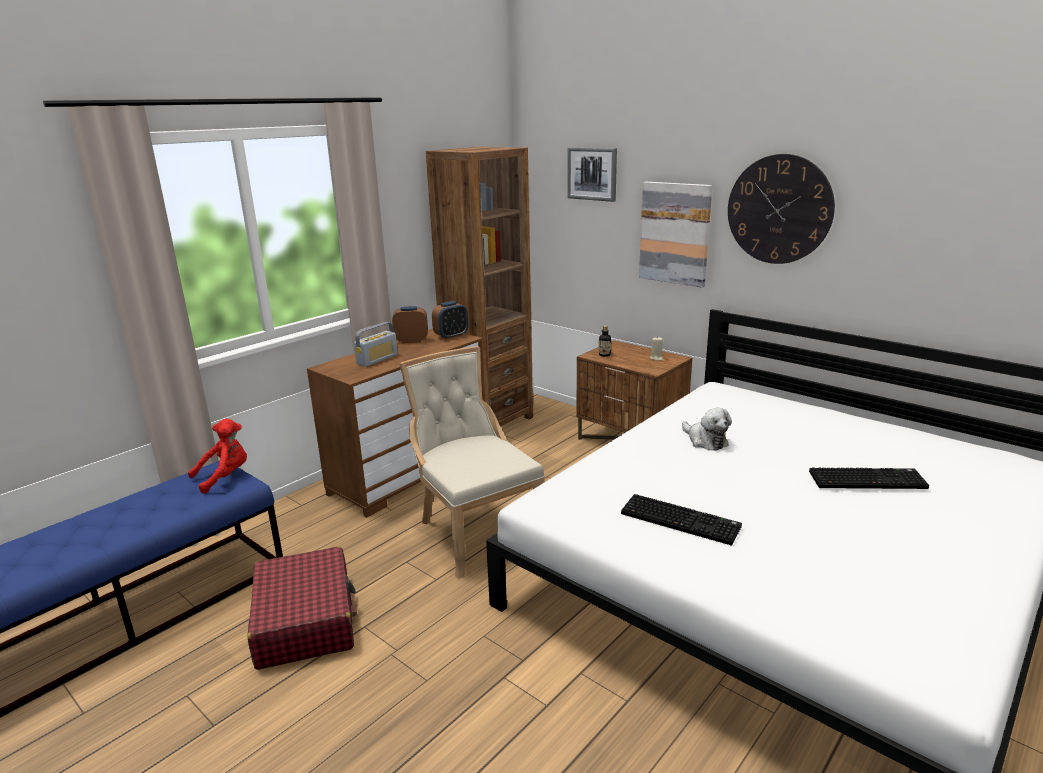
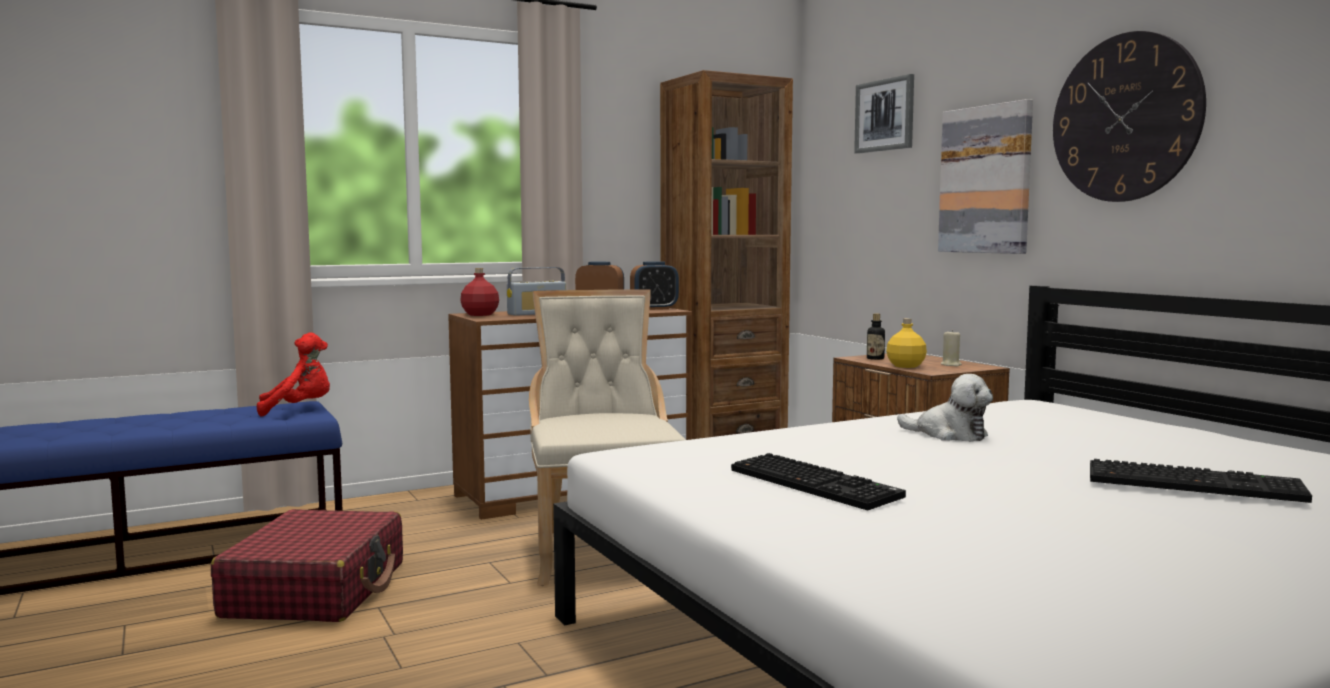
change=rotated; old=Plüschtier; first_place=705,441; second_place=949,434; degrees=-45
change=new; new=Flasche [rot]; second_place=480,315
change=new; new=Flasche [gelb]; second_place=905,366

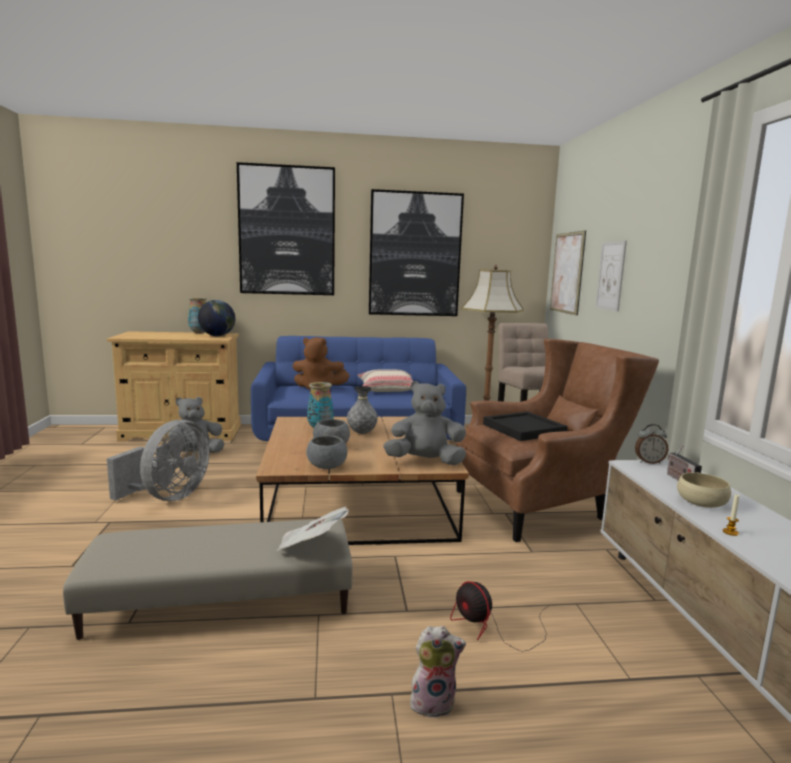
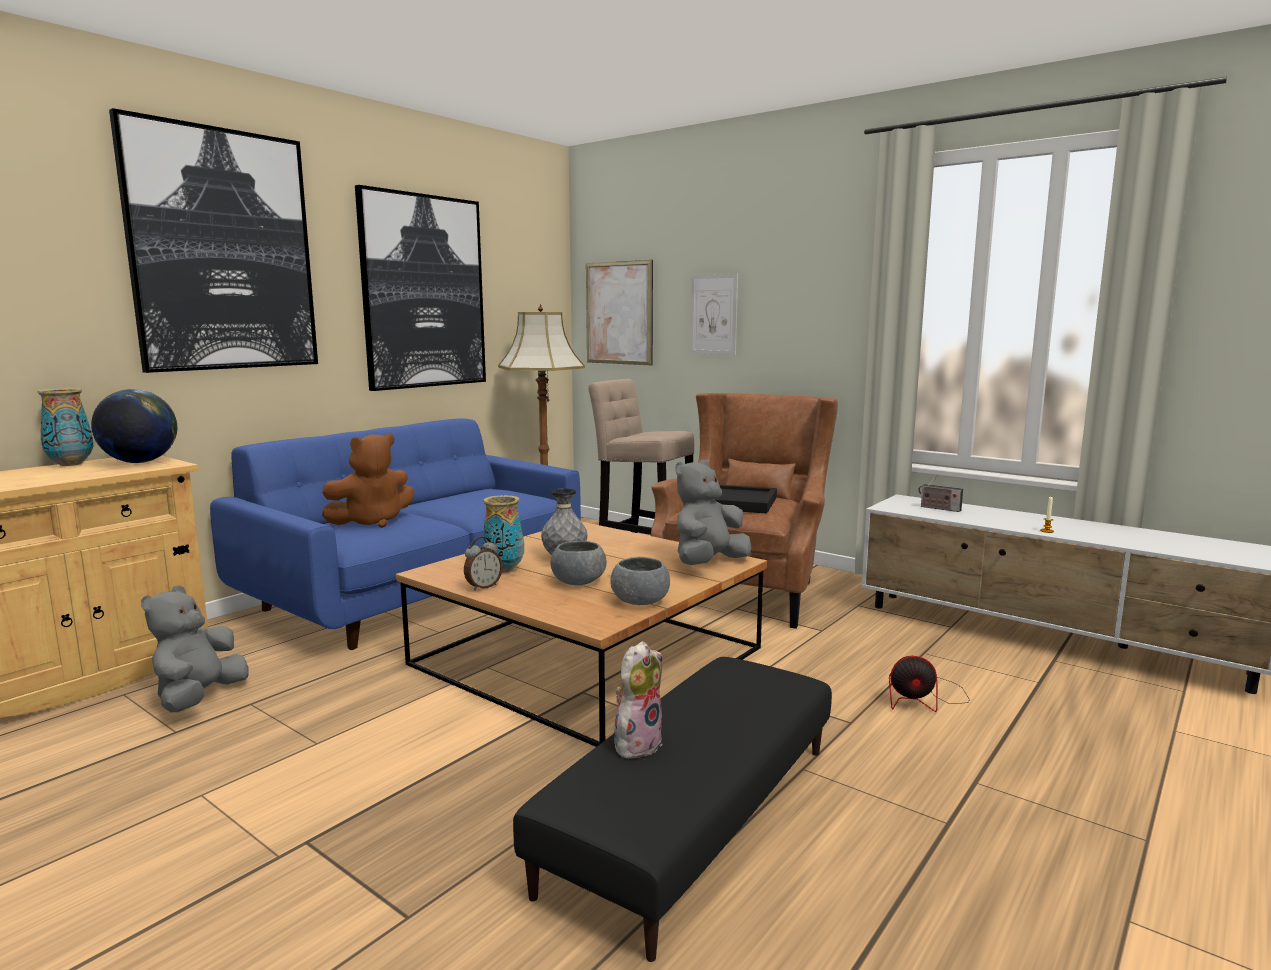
change=repainted; old=Polsterhocker [beige]; new=Polsterhocker [schwarz]; first_place=222,600; second_place=695,816
change=gone; old=Ventilator [grau]; first_place=168,497
change=gone; old=Zeitung; first_place=311,546
change=gone; old=Kissen [beige]; first_place=387,389
change=shifted; old=Plüschtier; first_place=433,702; second_place=637,743
change=shifted; old=Wecker; first_place=649,462; second_place=483,587
change=gone; old=Schüssel [beige]; first_place=701,502

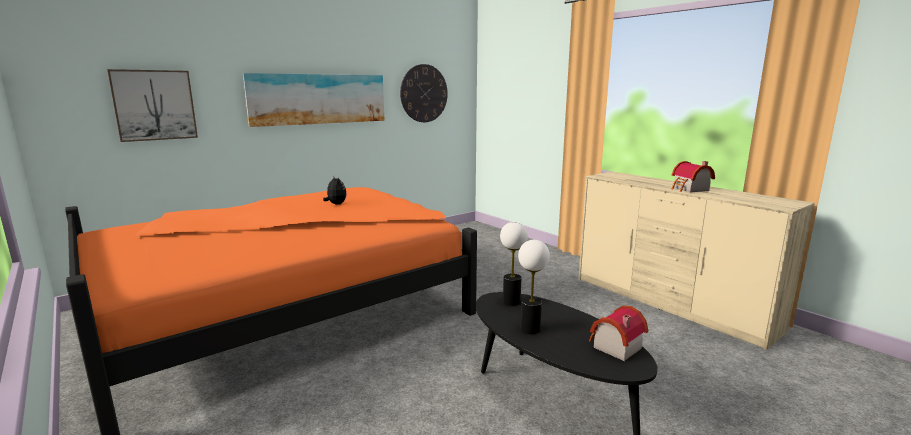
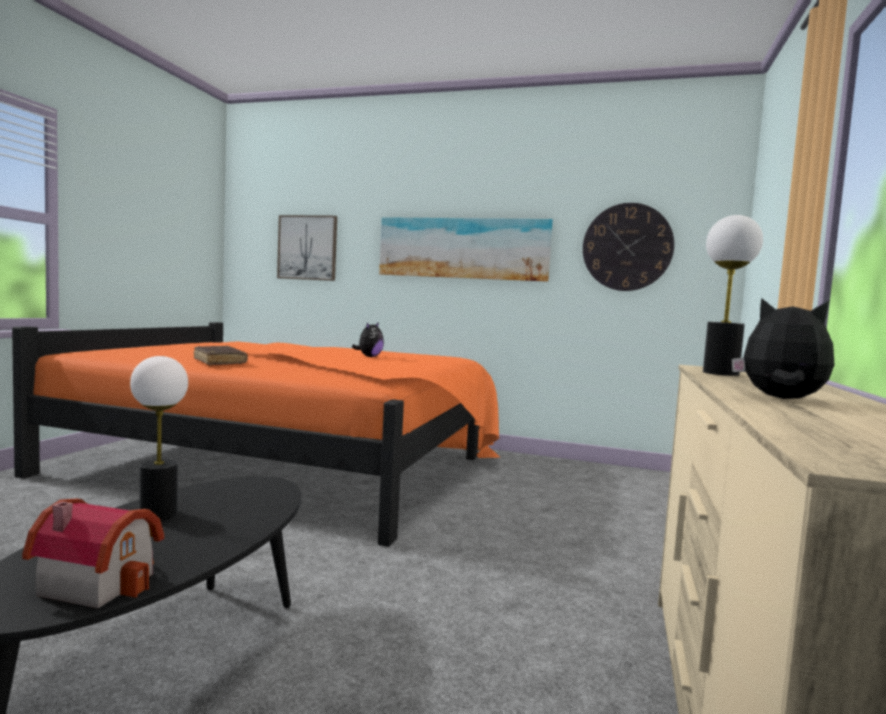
change=shifted; old=Tischlampe; first_place=511,301; second_place=720,373
change=swapped; old=Spielzeughaus; new=Plüschtier; first_place=690,189; second_place=781,399
change=new; new=Buch [braun]; second_place=220,362

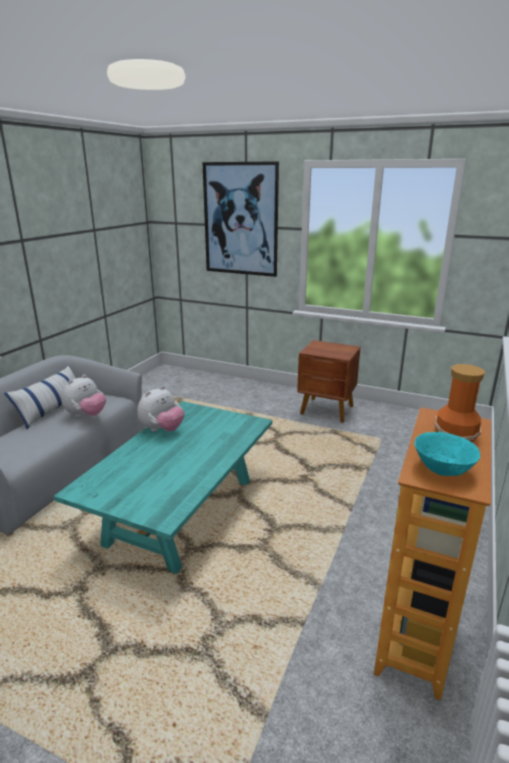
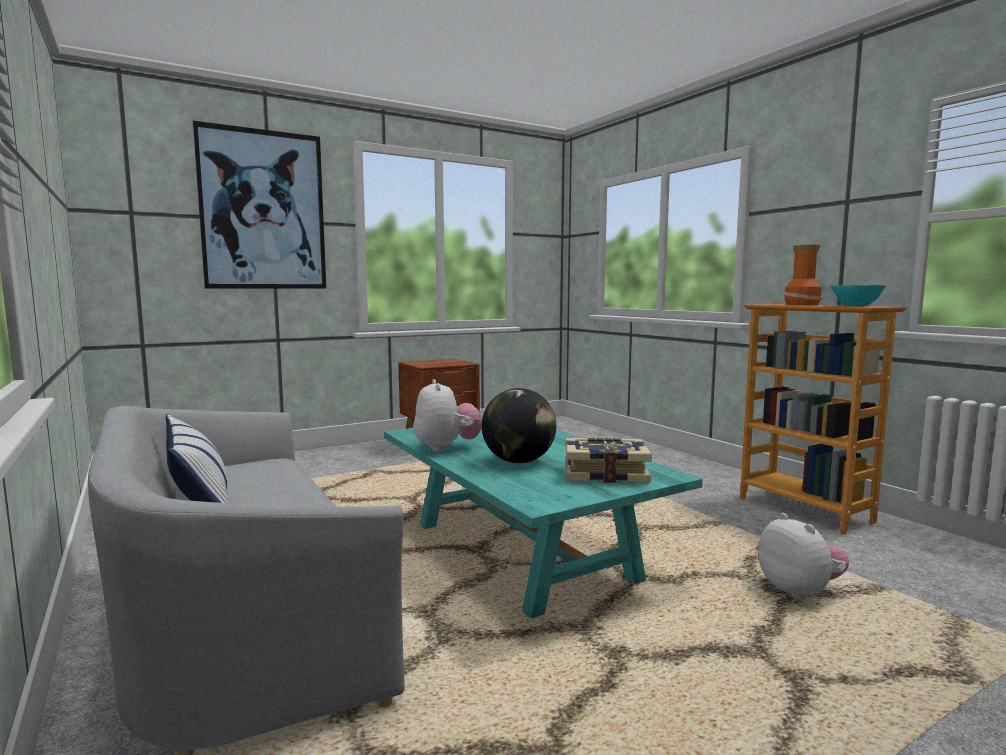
change=shifted; old=Plüschtier; first_place=86,415; second_place=799,591
change=new; new=Globus; second_place=518,461
change=new; new=Buch; second_place=605,474

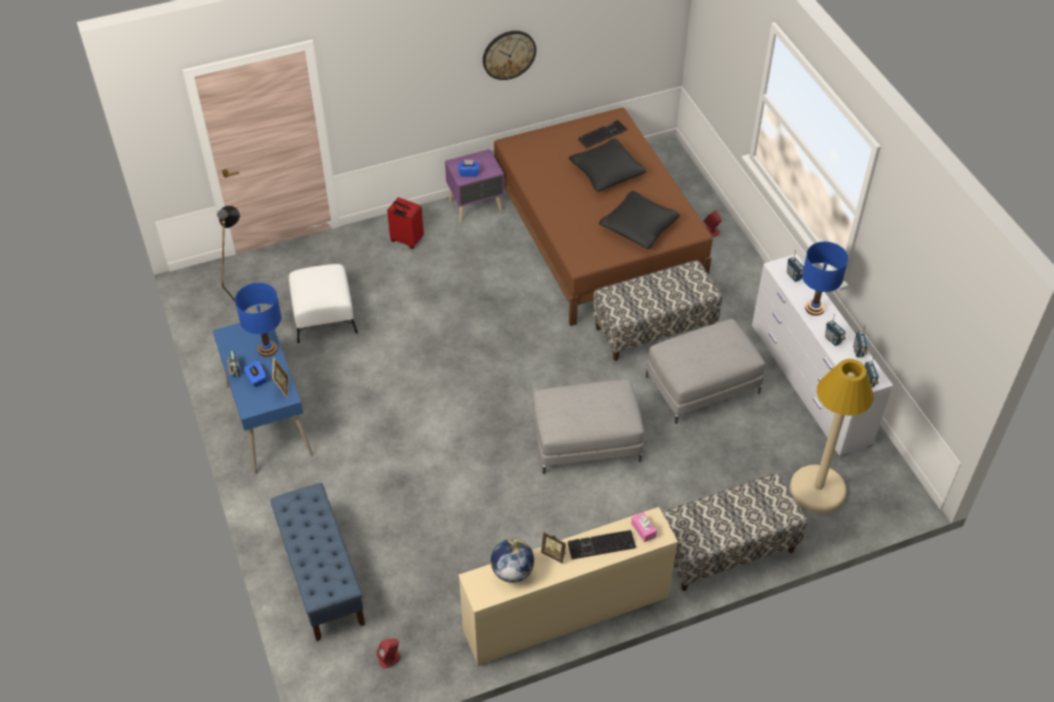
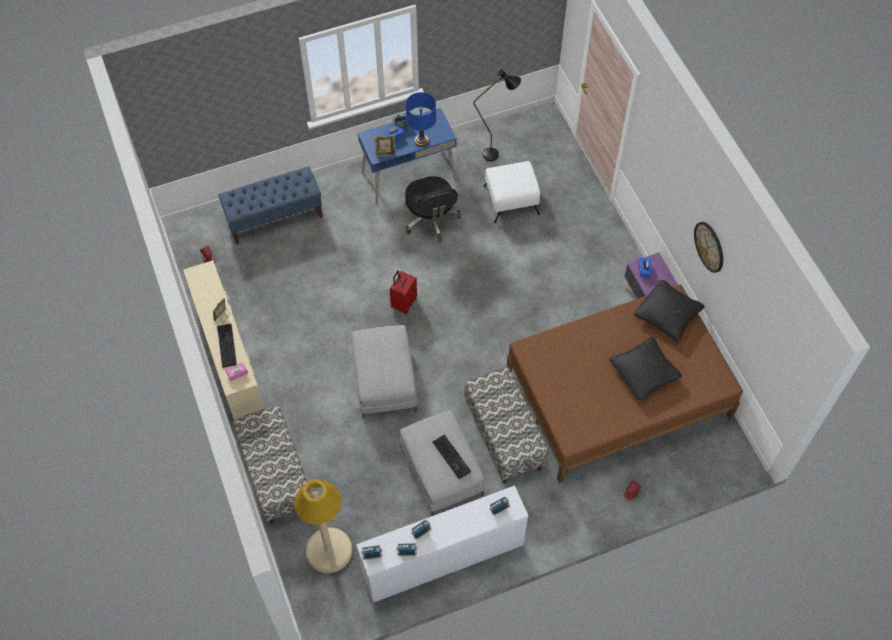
change=shifted; old=Koffer [rot]; first_place=406,241; second_place=403,303
change=gone; old=Globus; first_place=512,571
change=shifted; old=Tastatur; first_place=602,134; second_place=453,457
change=shifted; old=Kissen [schwarz]; first_place=639,227; second_place=667,315
change=gone; old=Tischlampe [blau]; first_place=814,308
change=new; new=Bürostuhl [schwarz]; second_place=431,219

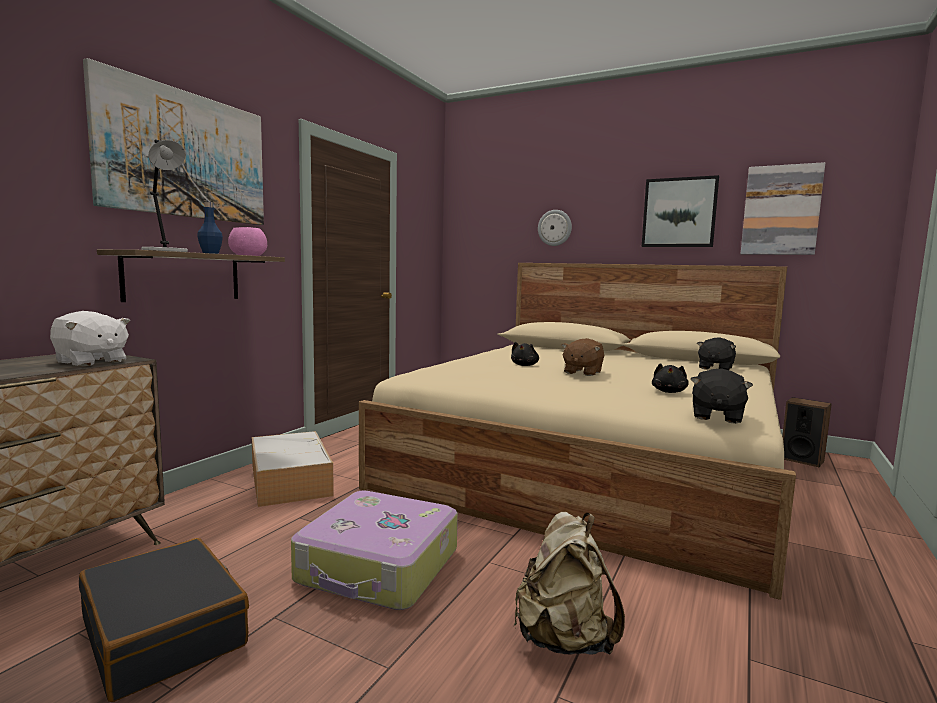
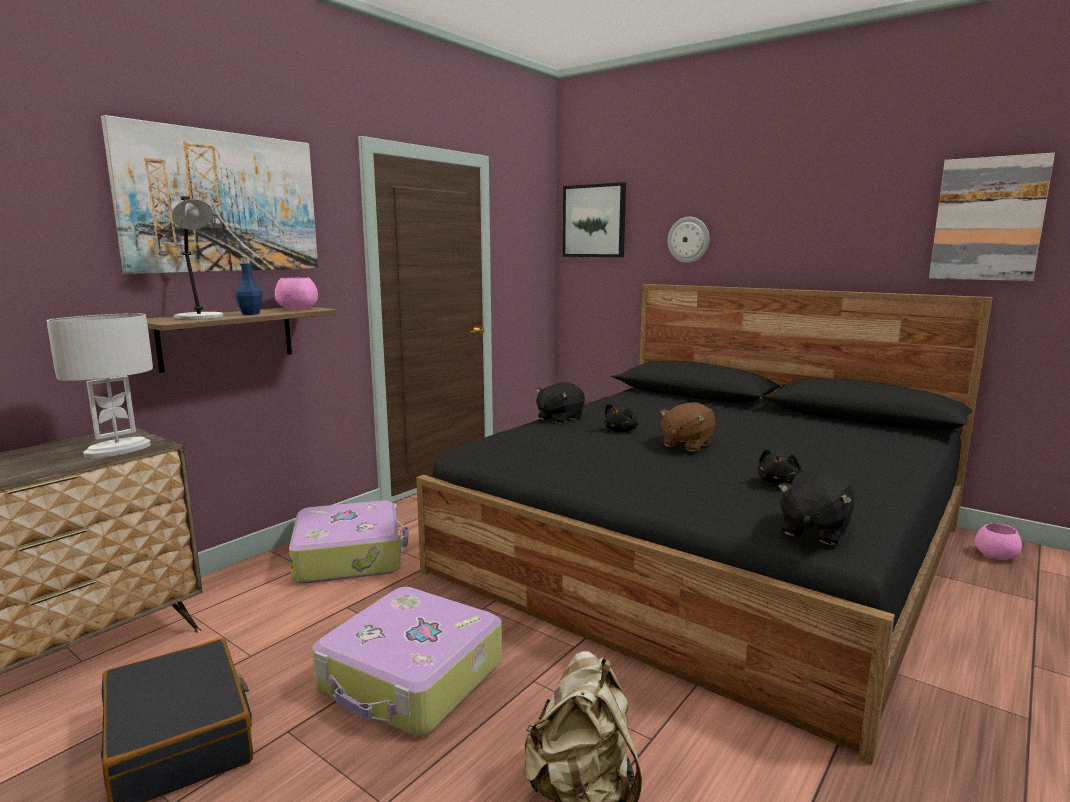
change=swapped; old=Plüschtier [weiß]; new=Tischlampe [weiß]; first_place=91,362; second_place=118,450
change=swapped; old=Aufbewahrungsbox; new=Koffer; first_place=289,480; second_place=350,556
change=repainted; old=Bett [beige]; new=Bett [schwarz]; first_place=593,463; second_place=708,549
change=shifted; old=Bild; first_place=679,212; second_place=594,221
change=shifted; old=Plüschtier [schwarz]; first_place=715,368; second_place=559,418
change=swapped; old=Lautsprecher; new=Schüssel [rosa]; first_place=801,459; second_place=996,555

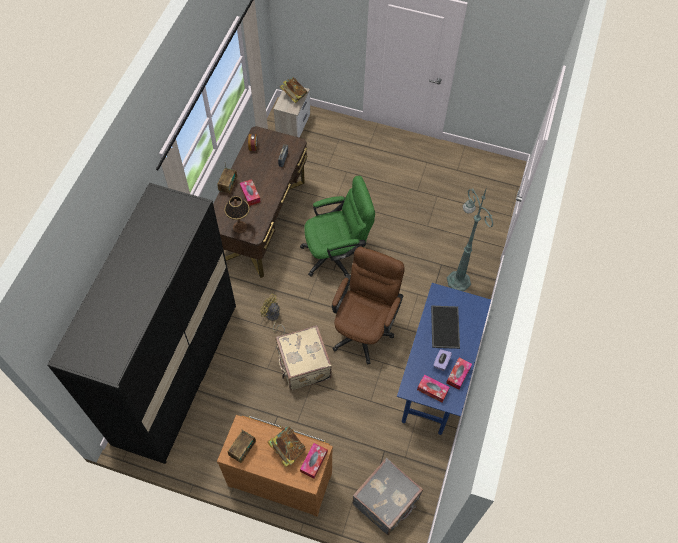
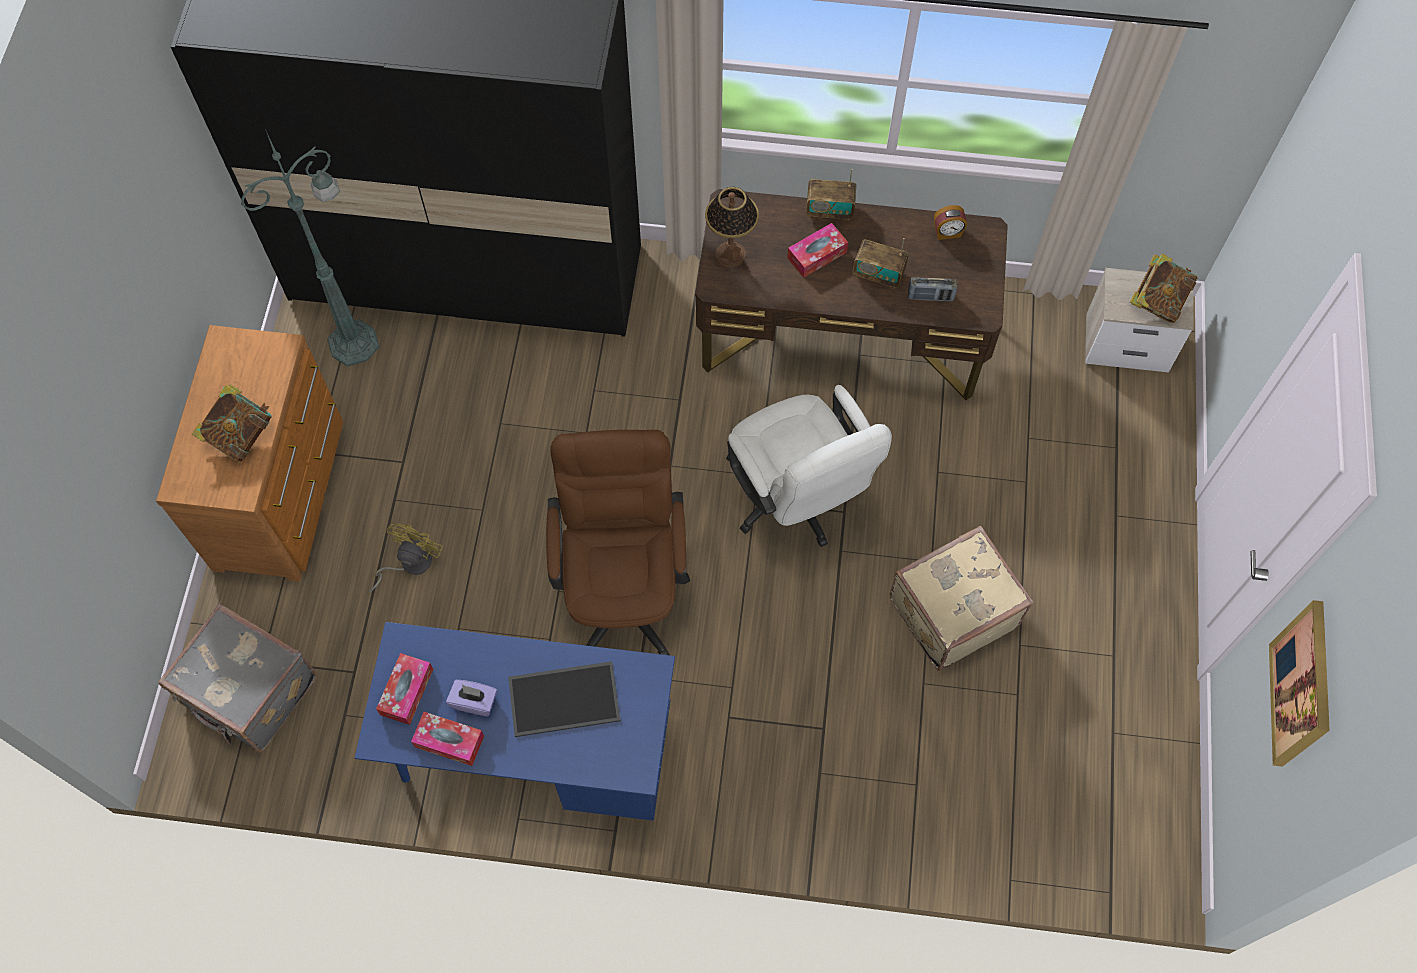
change=shifted; old=Radio; first_place=242,449; second_place=878,274
change=shifted; old=Ventilator [gelb]; first_place=273,318; second_place=409,564
change=shifted; old=Koffer [beige]; first_place=303,365; second_place=951,610
change=repainted; old=Bürostuhl [grün]; new=Bürostuhl [weiß]; first_place=336,254; second_place=796,500
change=gone; old=Taschentuchbox; first_place=314,462
change=rotated; old=Bürostuhl [braun]; first_place=364,328; second_place=623,588; degrees=-105
change=shifted; old=Stehlampe [grün]; first_place=458,280; second_place=356,342
change=new; new=Bild; second_place=1302,685

